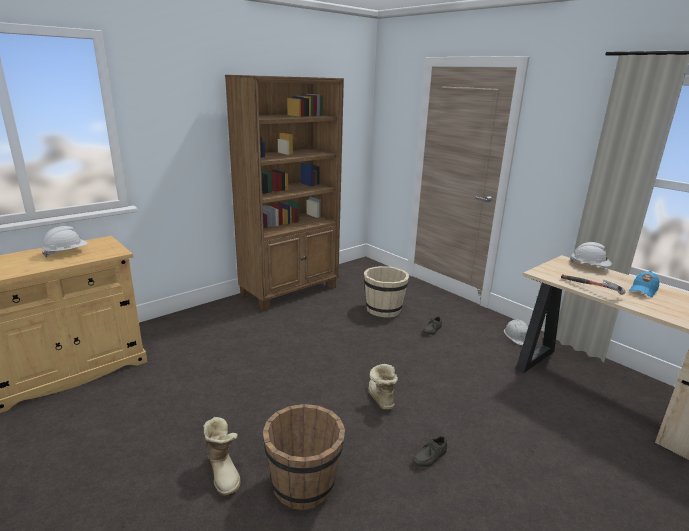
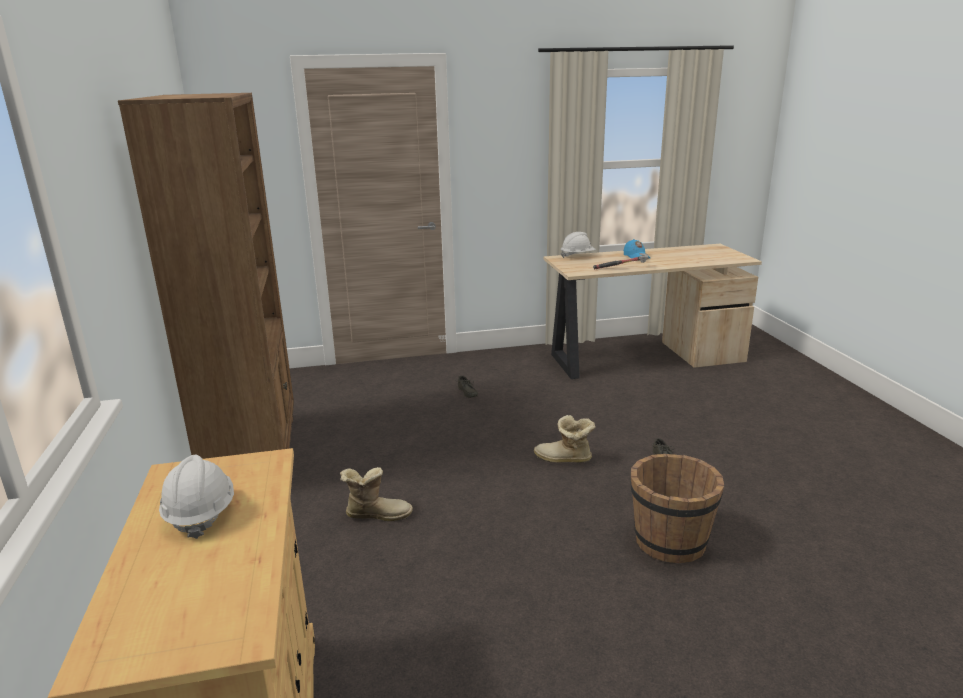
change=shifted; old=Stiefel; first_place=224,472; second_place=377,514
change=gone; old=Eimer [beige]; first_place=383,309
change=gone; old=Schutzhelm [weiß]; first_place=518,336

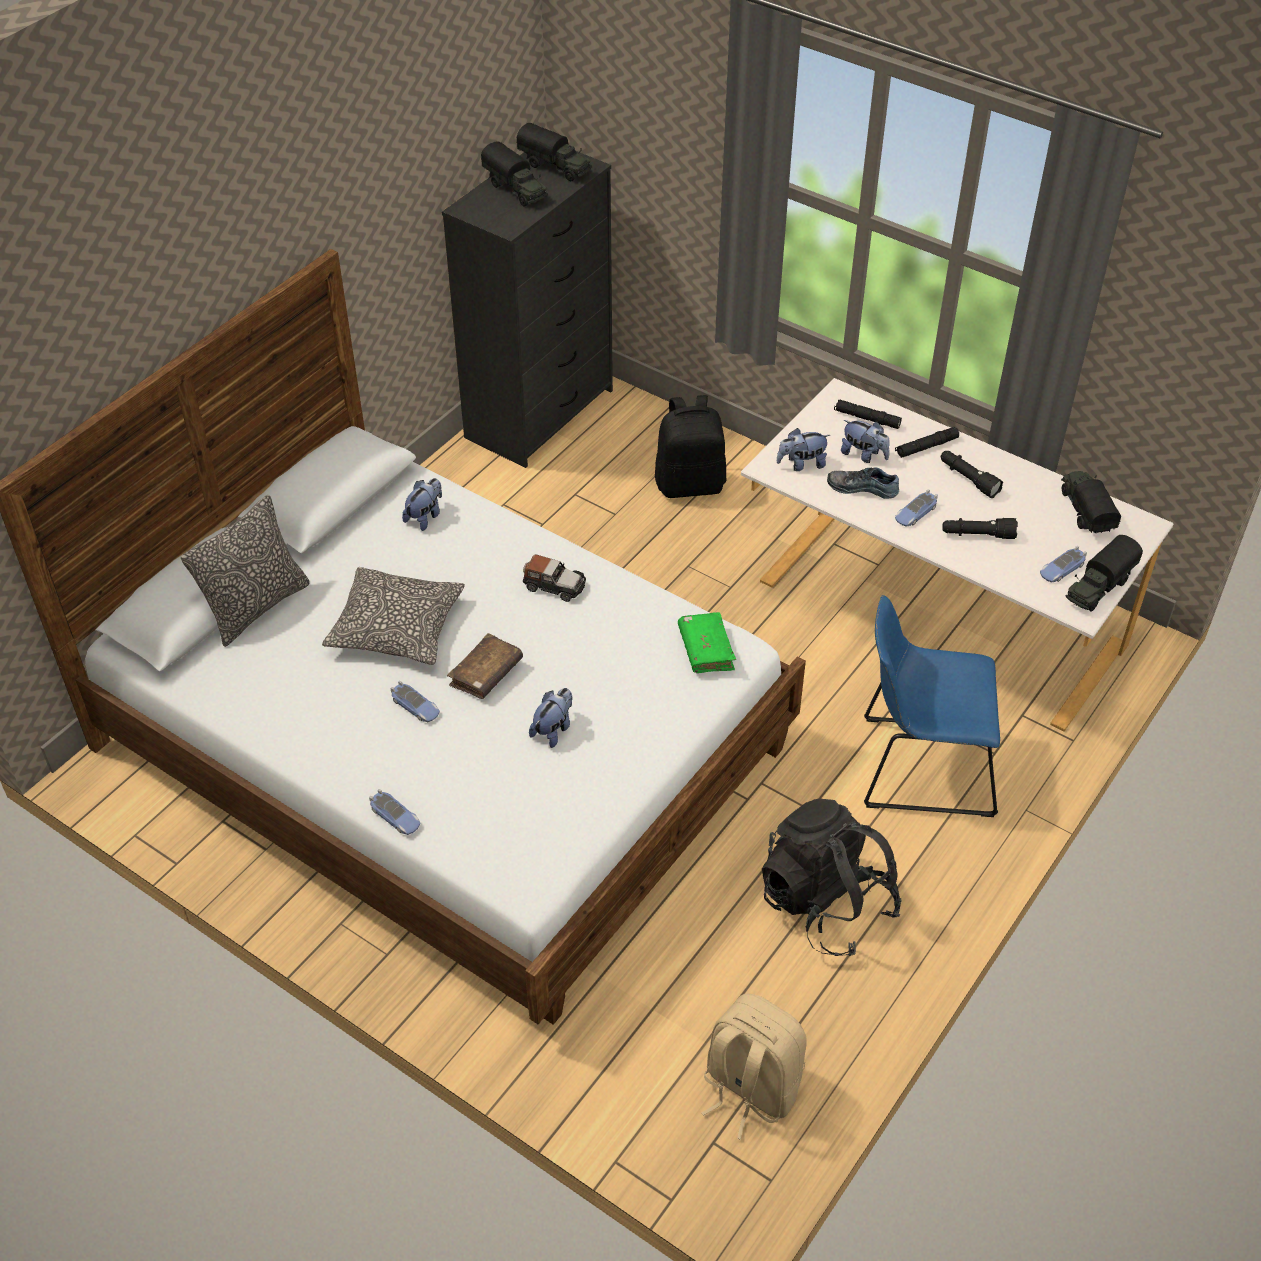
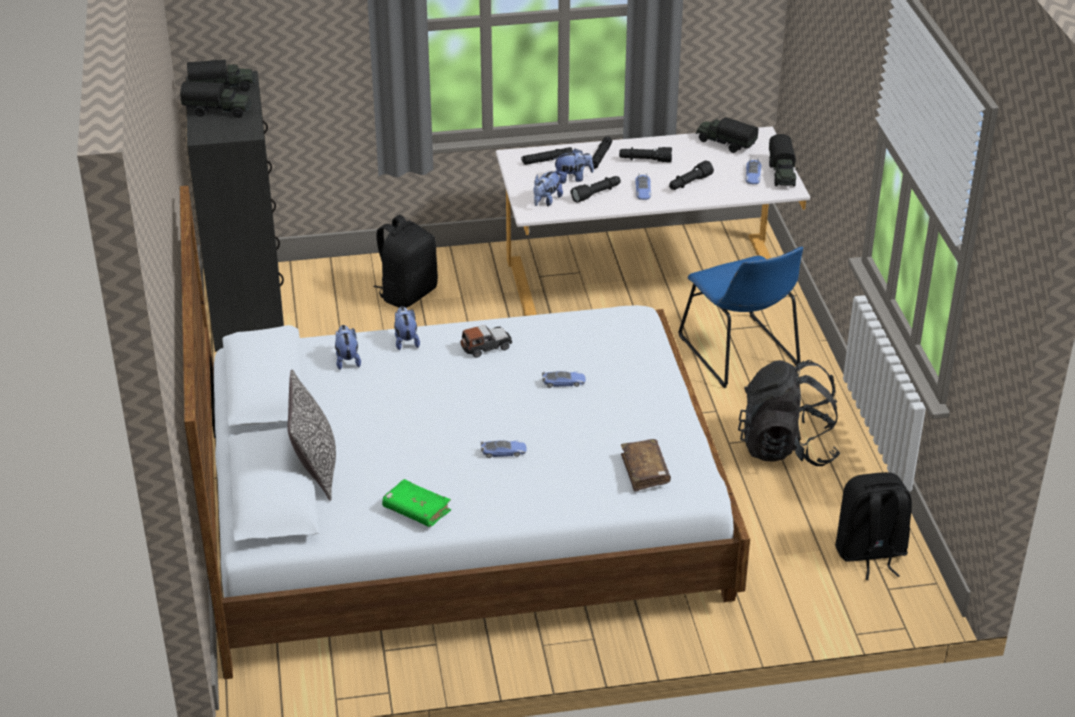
change=gone; old=Kissen; first_place=396,627
change=shifted; old=Spielzeugauto; first_place=395,817; second_place=563,382
change=shifted; old=Buch [braun]; first_place=486,674; second_place=645,470
change=shifted; old=Plüschtier; first_place=553,729; second_place=406,340
change=shifted; old=Buch [grün]; first_place=706,649; second_place=416,510
change=repainted; old=Rucksack [beige]; new=Rucksack [schwarz]; first_place=749,1088; second_place=870,553
change=swapped; old=Schuh; new=Taschenlampe [schwarz]; first_place=862,487; second_place=596,194
change=rotated; old=Stuhl [blau]; first_place=920,766; second_place=741,354; degrees=-75

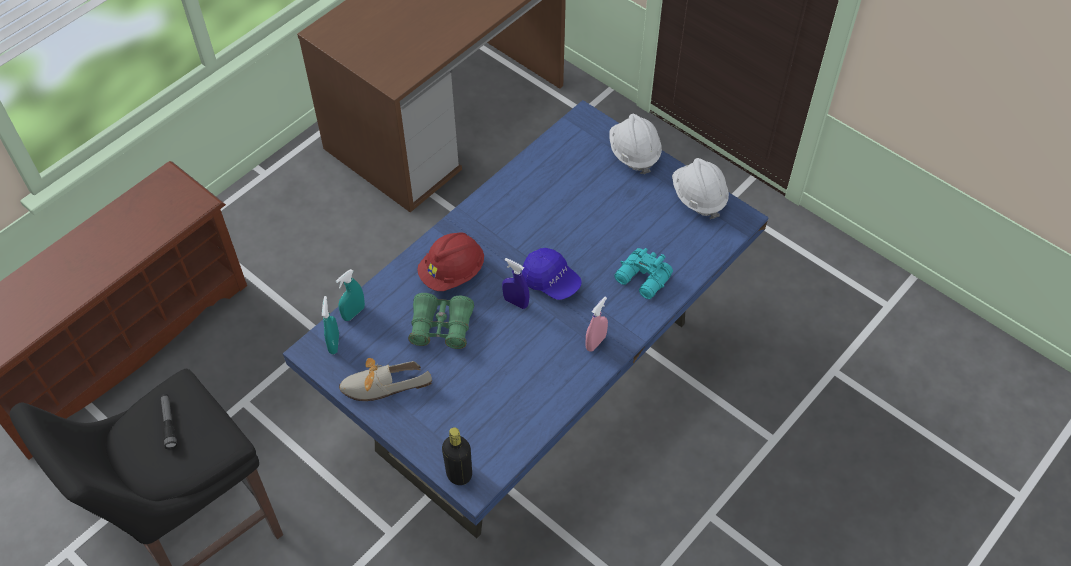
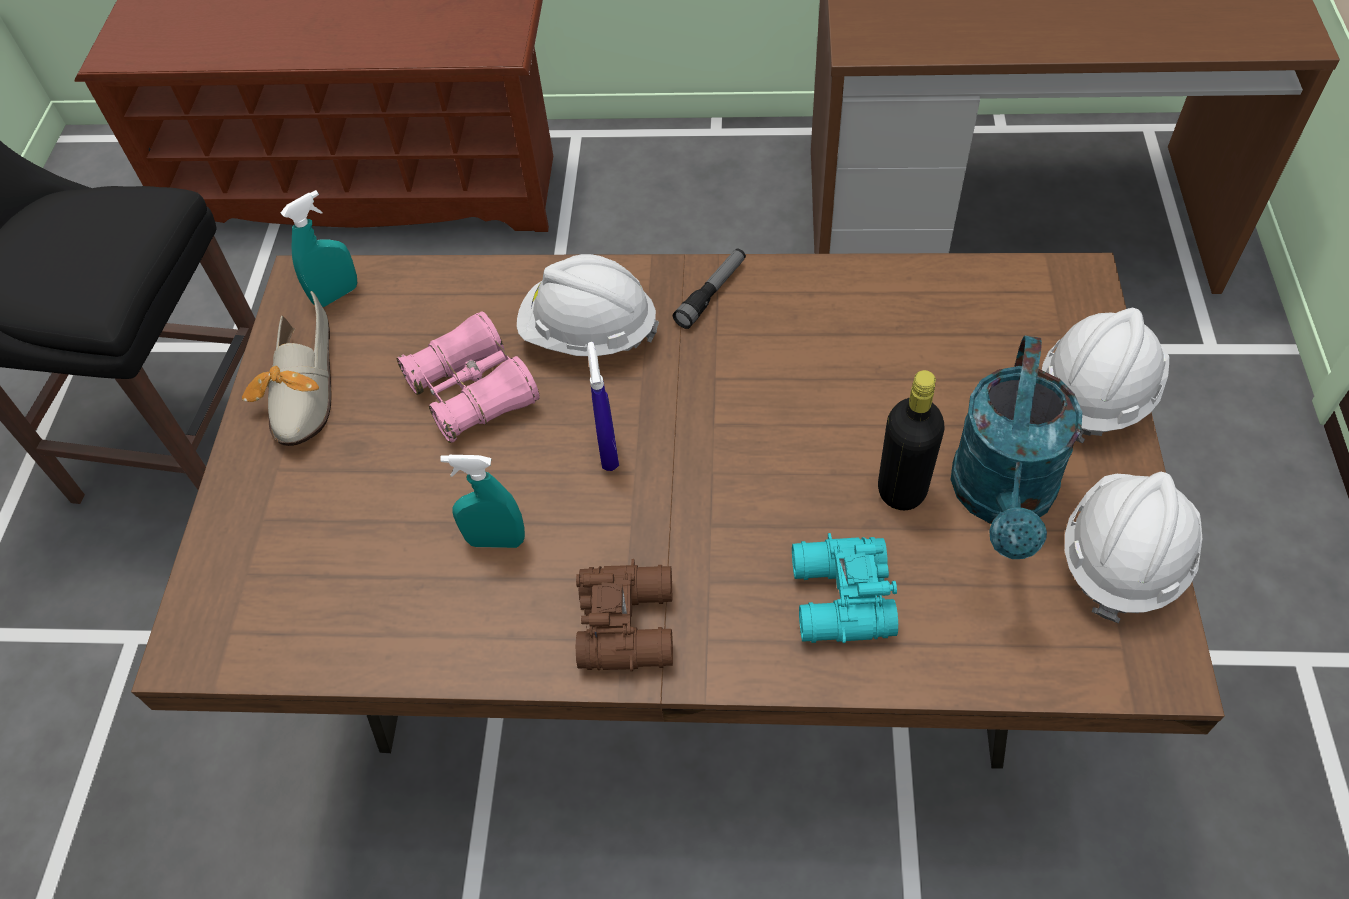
change=shifted; old=Taschenlampe; first_place=169,423; second_place=711,293
change=repainted; old=Esstisch [blau]; new=Esstisch [braun]; first_place=536,384; second_place=695,638
change=shifted; old=Sprühflasche [türkis]; first_place=353,313; second_place=496,541
change=rotated; old=Schuh; first_place=380,385; second_place=302,395; degrees=-135
change=repainted; old=Fernglas [grün]; new=Fernglas [rosa]; first_place=441,327; second_place=473,391
change=repainted; old=Schutzhelm [rot]; new=Schutzhelm [weiß]; first_place=452,272; second_place=588,334
change=shifted; old=Flasche [schwarz]; first_place=459,474; second_place=902,490
change=gone; old=Kappe [blau]; first_place=551,281
change=swapped; old=Sprühflasche [rosa]; new=Fernglas [braun]; first_place=595,342; second_place=630,623
change=new; new=Gießkanne [türkis]; second_place=1003,499

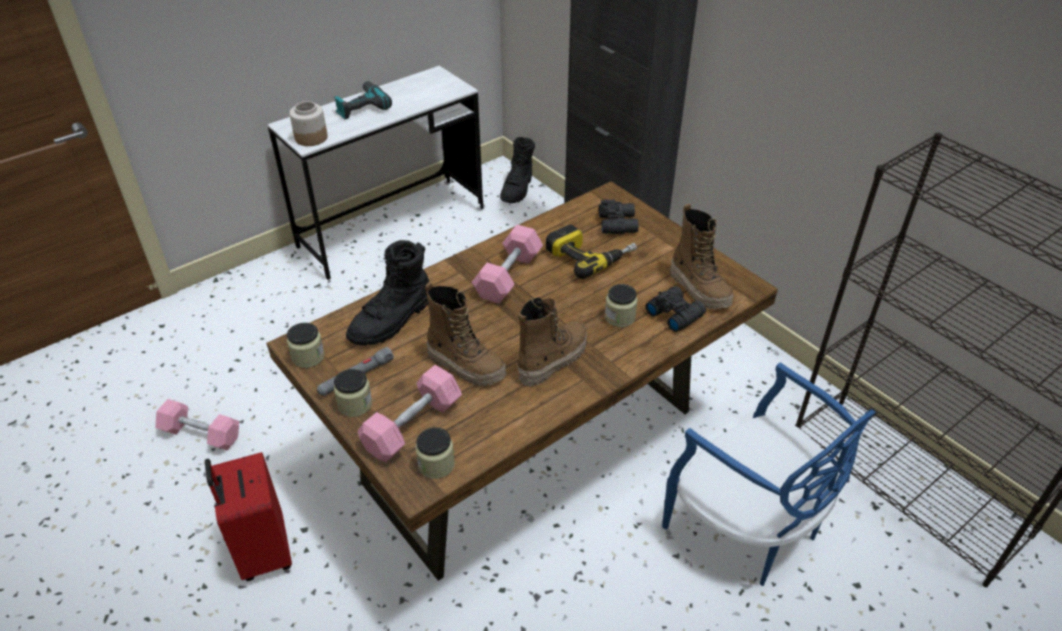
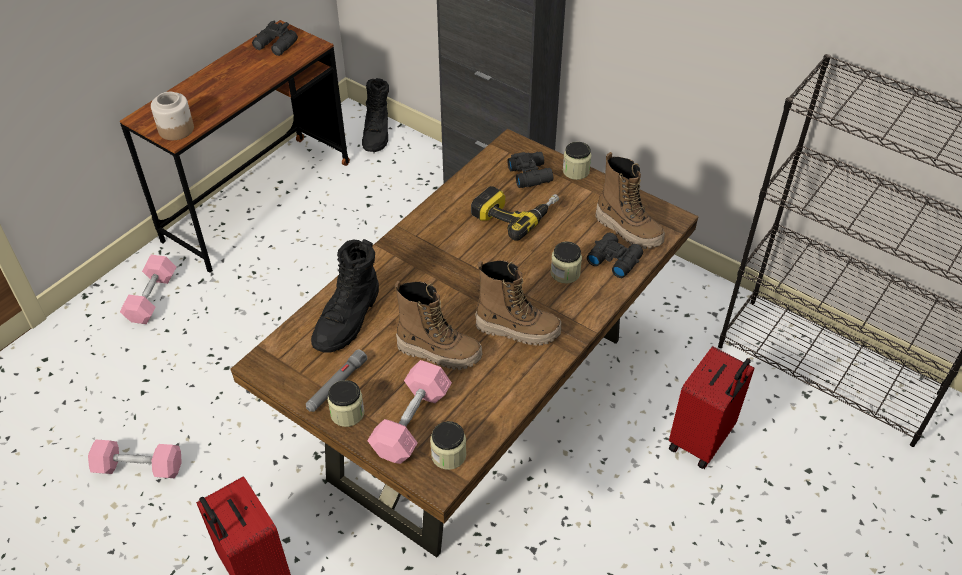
change=repainted; old=Schreibtisch [weiß]; new=Schreibtisch [braun]; first_place=392,228; second_place=258,201
change=shifted; old=Vorratsglas; first_place=308,357; second_place=576,171
change=gone; old=Bohrmaschine; first_place=361,107
change=shifted; old=Hantel [rosa]; first_place=508,276; second_place=152,298
change=rotated; old=Stiefel; first_place=552,360; second_place=517,329; degrees=75
change=swapped; old=Stuhl [blau]; new=Koffer [rot]; first_place=747,528; second_place=702,440
change=new; new=Fernglas [schwarz]; second_place=276,46

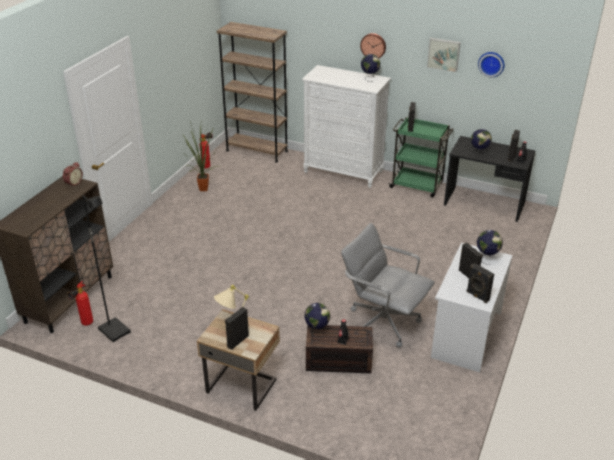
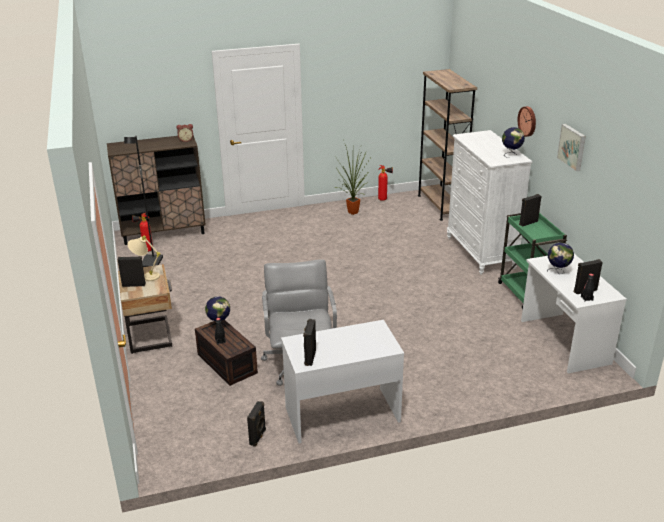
change=repainted; old=Schreibtisch [schwarz]; new=Schreibtisch [weiß]; first_place=484,204; second_place=563,342
change=shifted; old=Lautsprecher [schwarz]; first_place=469,275; second_place=258,437
change=gone; old=Globus; first_place=487,258
change=gone; old=Wanduhr; first_place=491,63

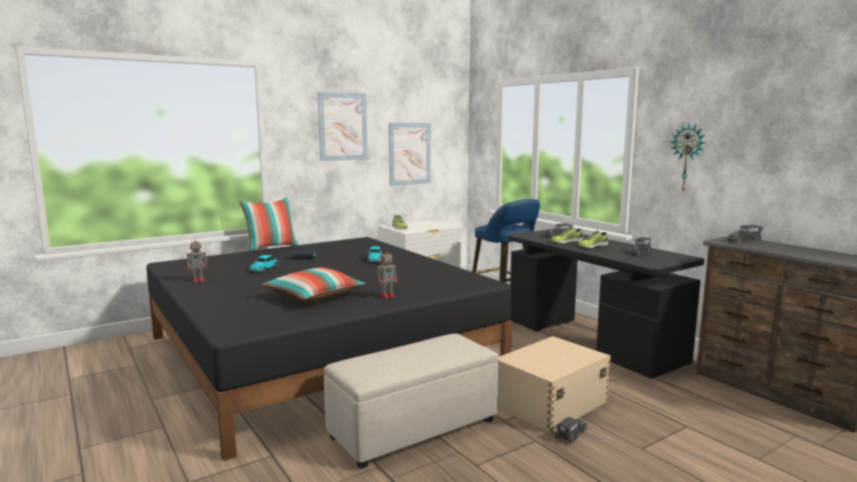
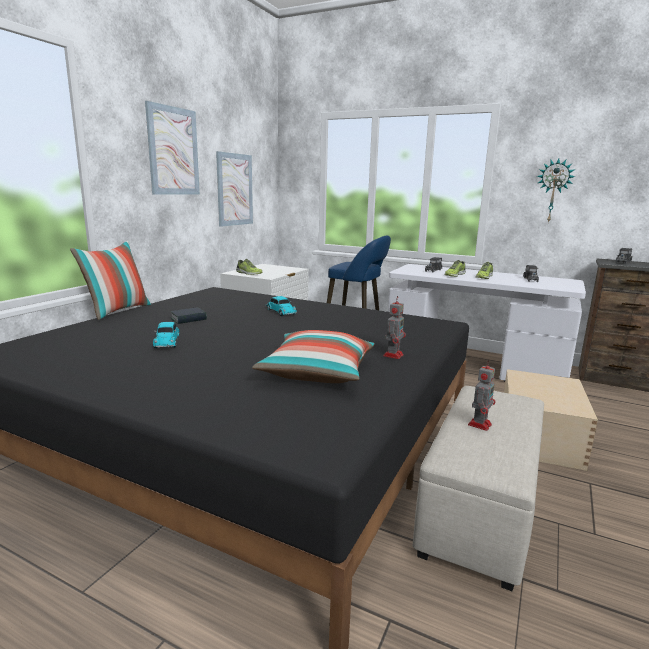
change=shifted; old=Spielzeugroboter; first_place=199,280; second_place=480,424
change=repainted; old=Schreibtisch [schwarz]; new=Schreibtisch [weiß]; first_place=591,341; second_place=473,366
change=gone; old=Spielzeuglaster; first_place=570,436

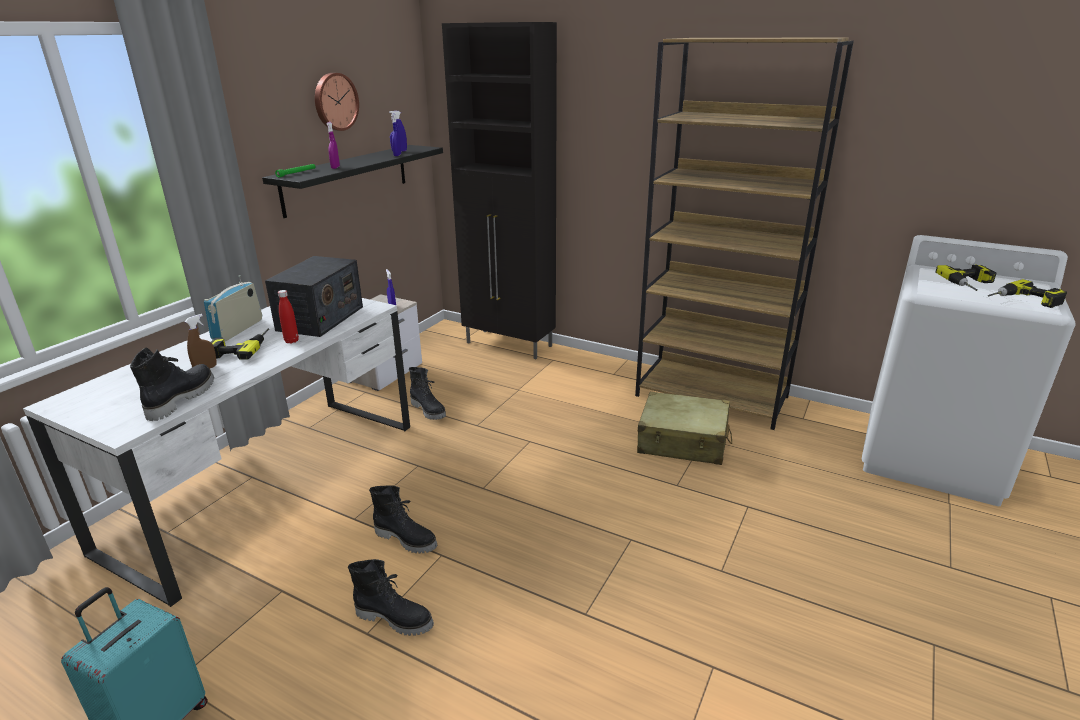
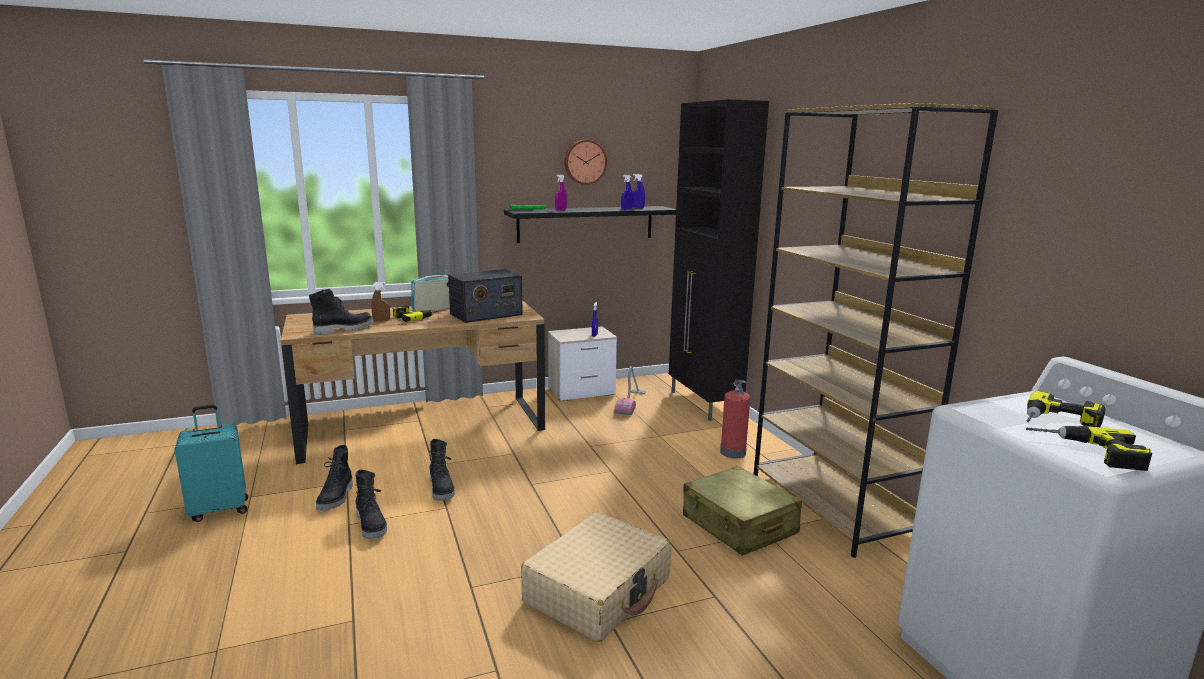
change=repainted; old=Schreibtisch [weiß]; new=Schreibtisch [braun]; first_place=270,483; second_place=422,427
change=gone; old=Flasche [rot]; first_place=291,341
change=shifted; old=Stiefel [schwarz]; first_place=429,410; second_place=336,498
change=new; new=Koffer [beige]; second_place=598,590
change=new; new=Staubsauger; second_place=631,403
change=new; new=Feuerlöscher; second_place=732,452

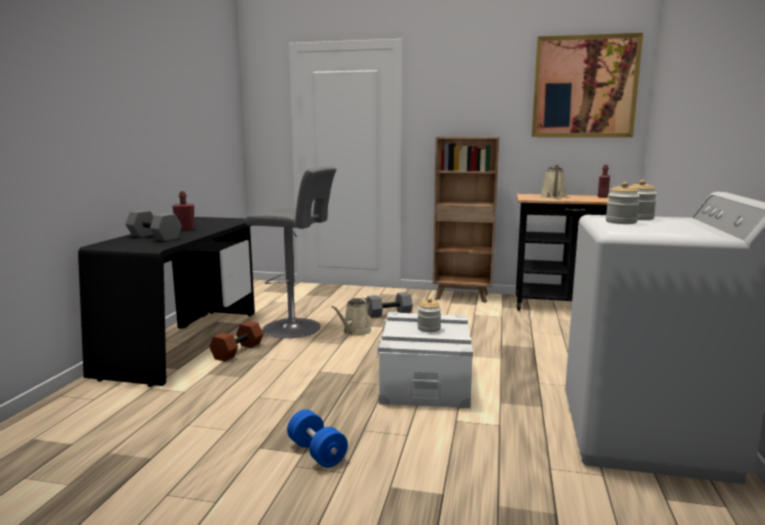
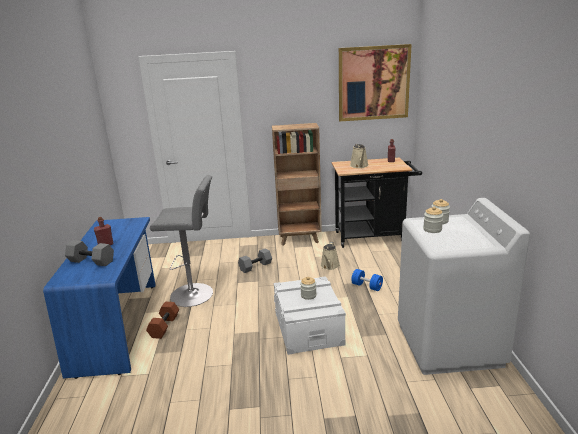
change=repainted; old=Schreibtisch [schwarz]; new=Schreibtisch [blau]; first_place=186,342; second_place=119,325
change=shifted; old=Hantel [blau]; first_place=317,452; second_place=367,286
change=shifted; old=Gießkanne [beige]; first_place=355,332; second_place=329,266

